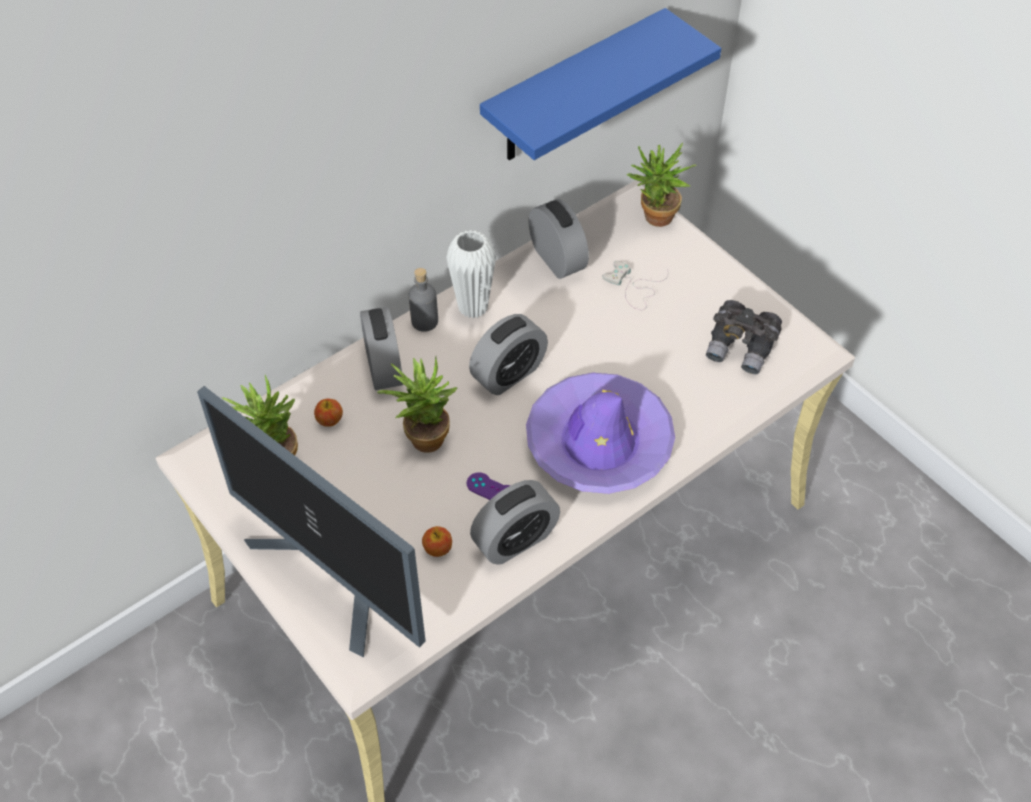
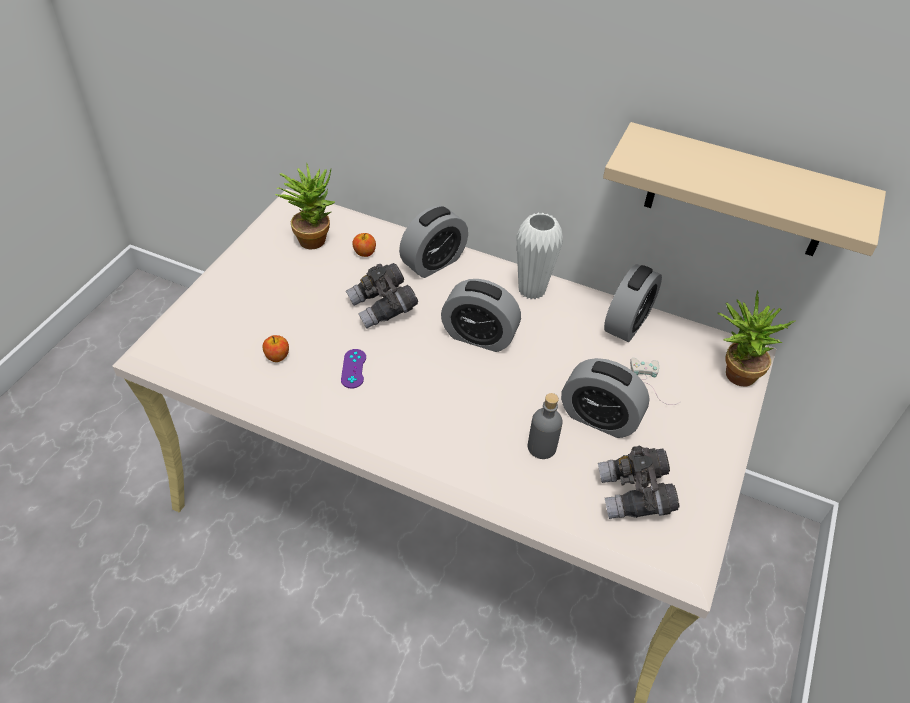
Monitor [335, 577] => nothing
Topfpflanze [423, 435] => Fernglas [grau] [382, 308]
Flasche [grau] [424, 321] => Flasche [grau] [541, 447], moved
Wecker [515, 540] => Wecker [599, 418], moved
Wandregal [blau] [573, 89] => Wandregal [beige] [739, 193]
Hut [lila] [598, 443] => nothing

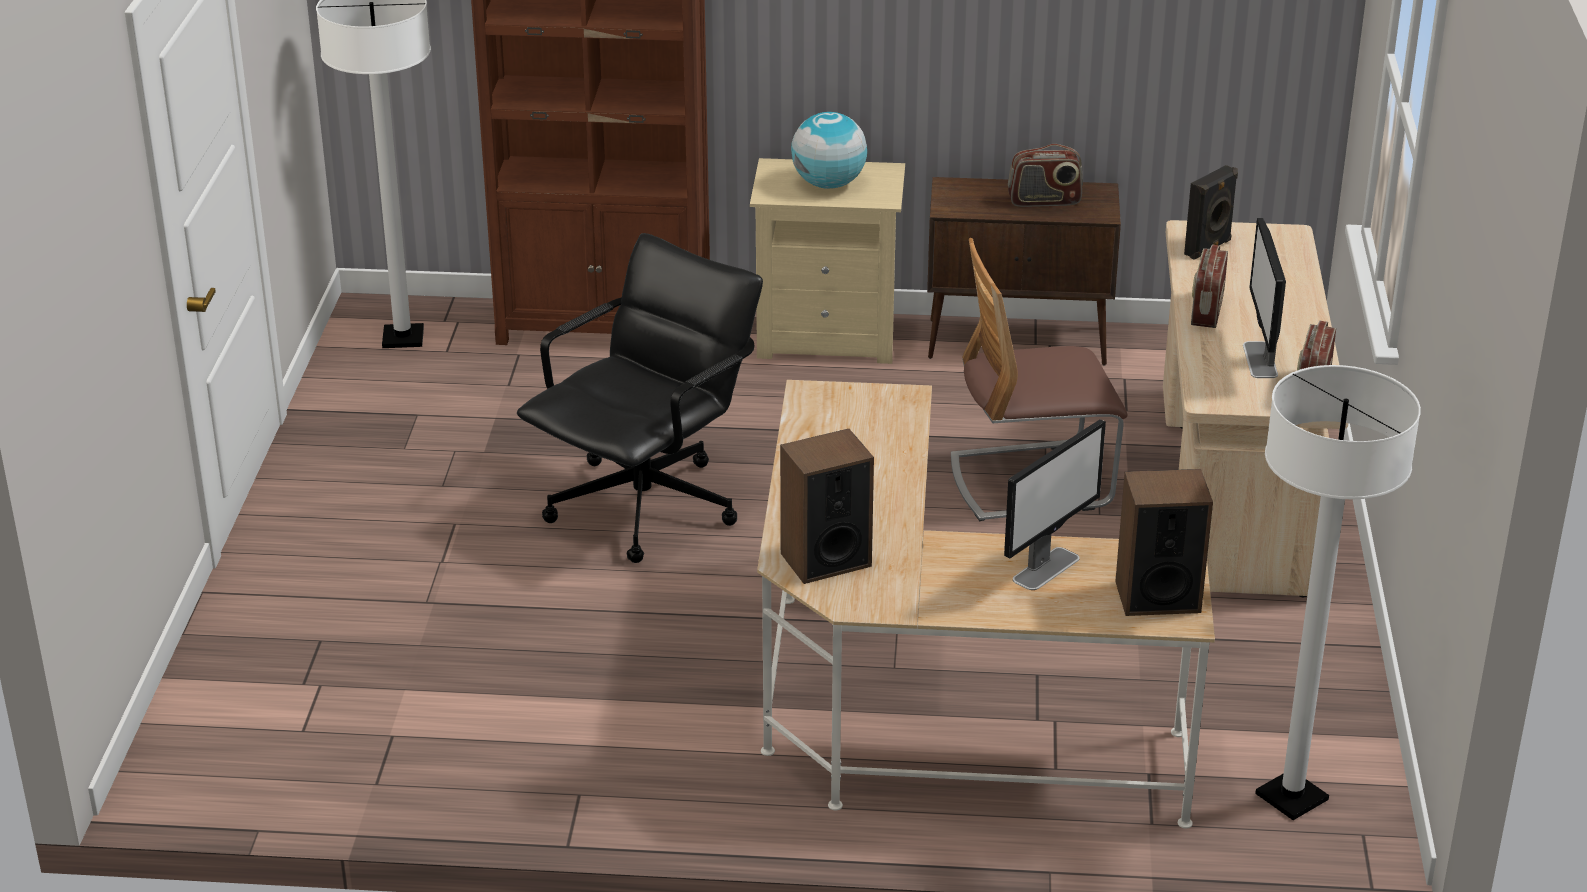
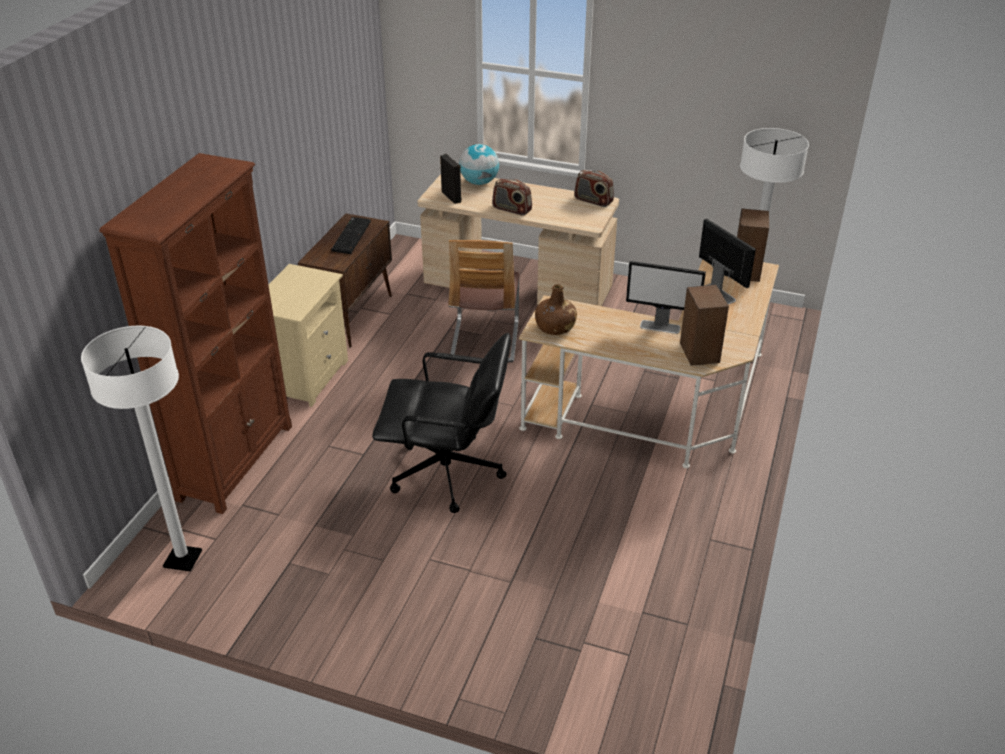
Bürostuhl [schwarz] [646, 506] => Bürostuhl [schwarz] [447, 474], 135 degrees clockwise
Globus [829, 184] => Globus [479, 182], moved
Radio [1044, 201] => Tastatur [350, 236]
Monitor [1260, 360] => Monitor [660, 327], moved
nothing => Flasche [braun] [555, 327]

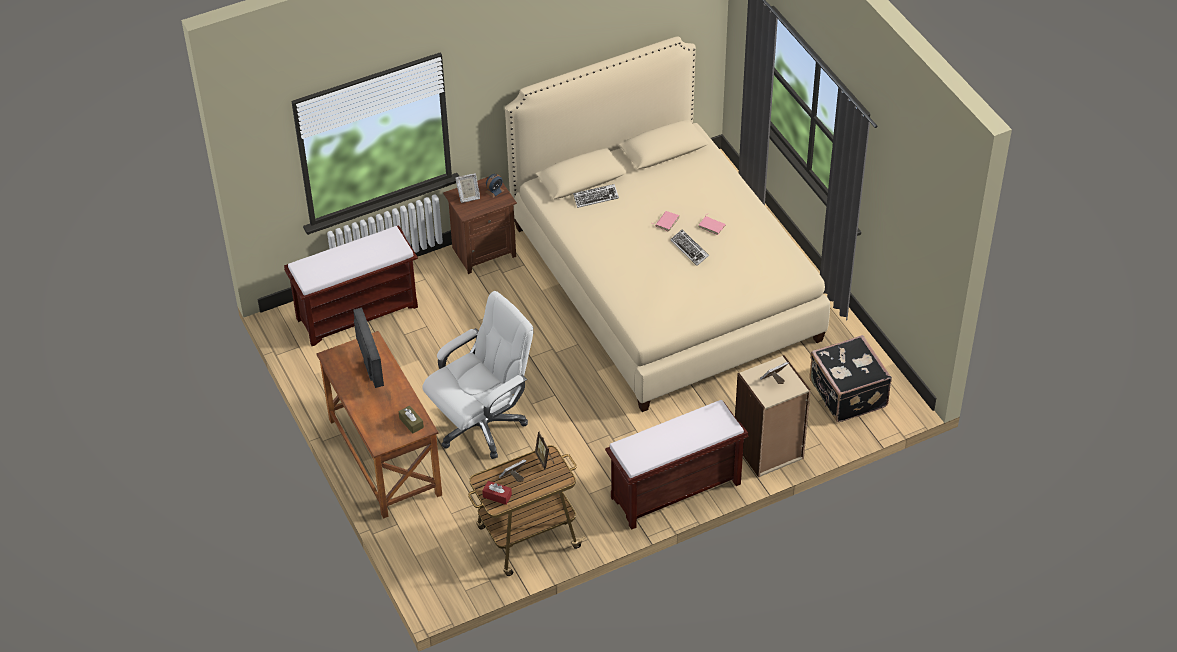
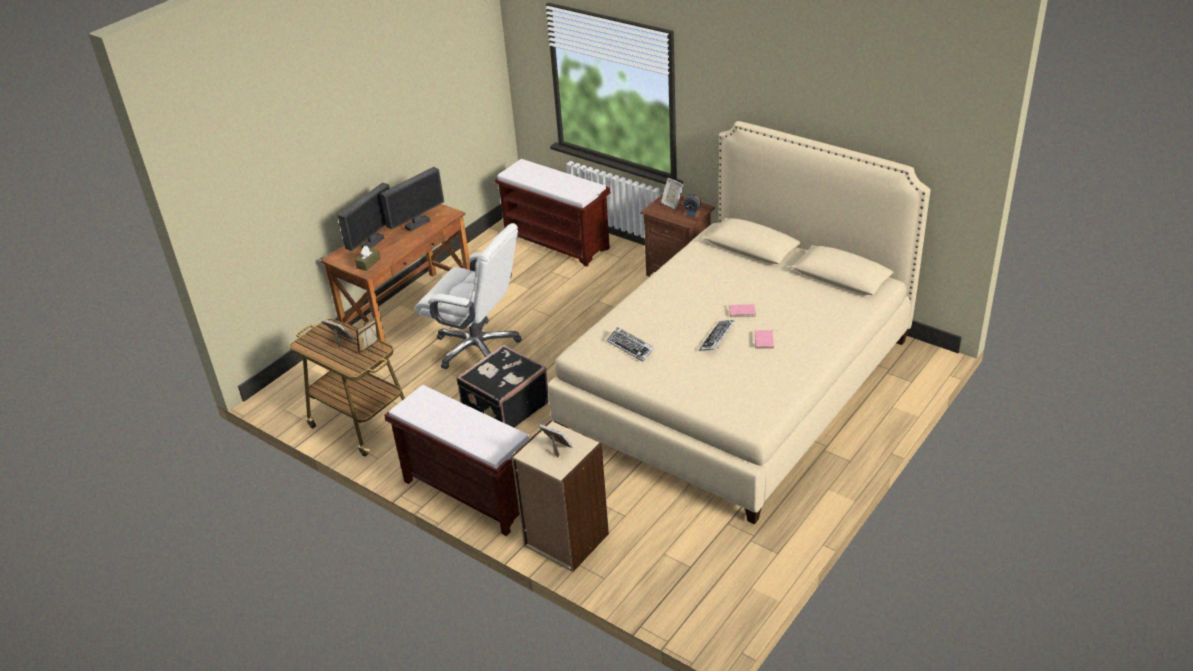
Taschentuchbox [rot] [497, 496] => nothing
Tastatur [595, 198] => Tastatur [630, 347], moved
Koffer [schwarz] [846, 394] => Koffer [schwarz] [504, 408], moved
nothing => Monitor [372, 243]

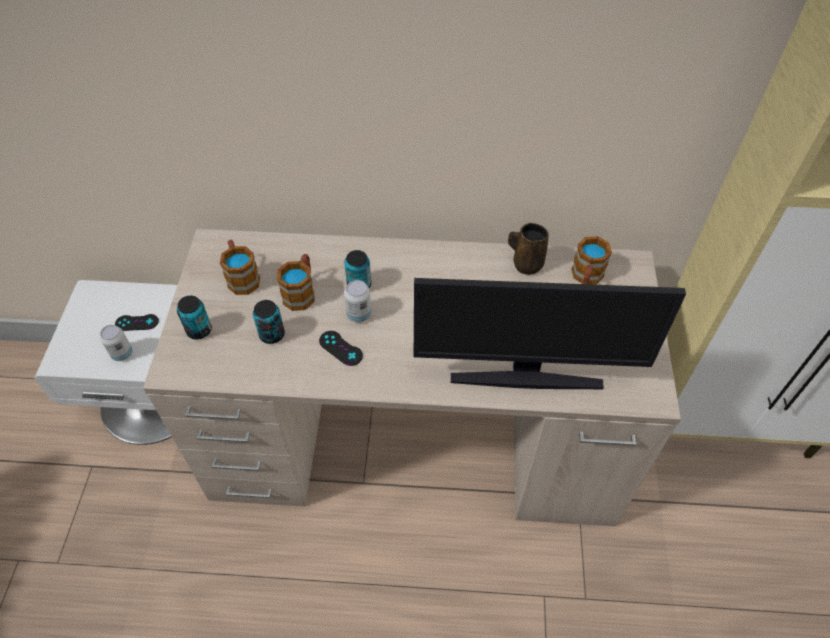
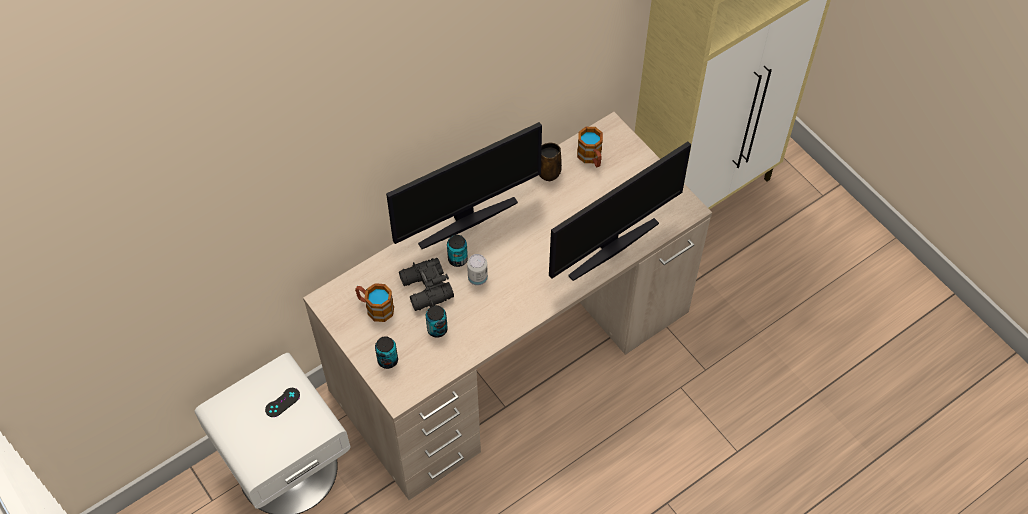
Dose [122, 353] => nothing
Henkelbecher [301, 292] => Fernglas [schwarz] [425, 290]
Gamepad [schwarz] [340, 348] => nothing
nothing => Monitor [466, 220]

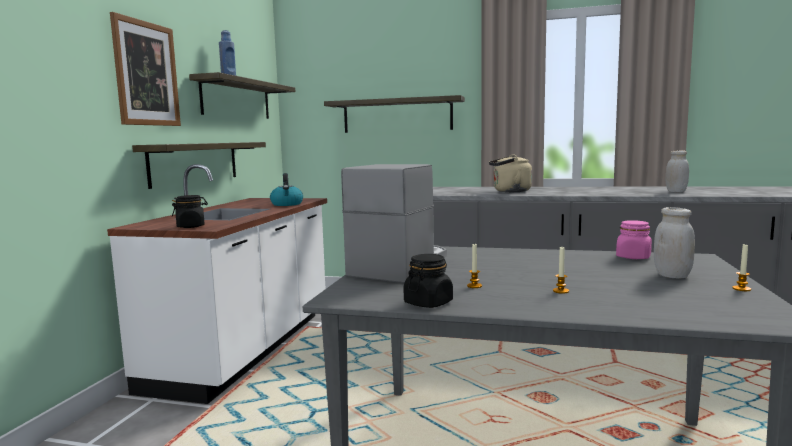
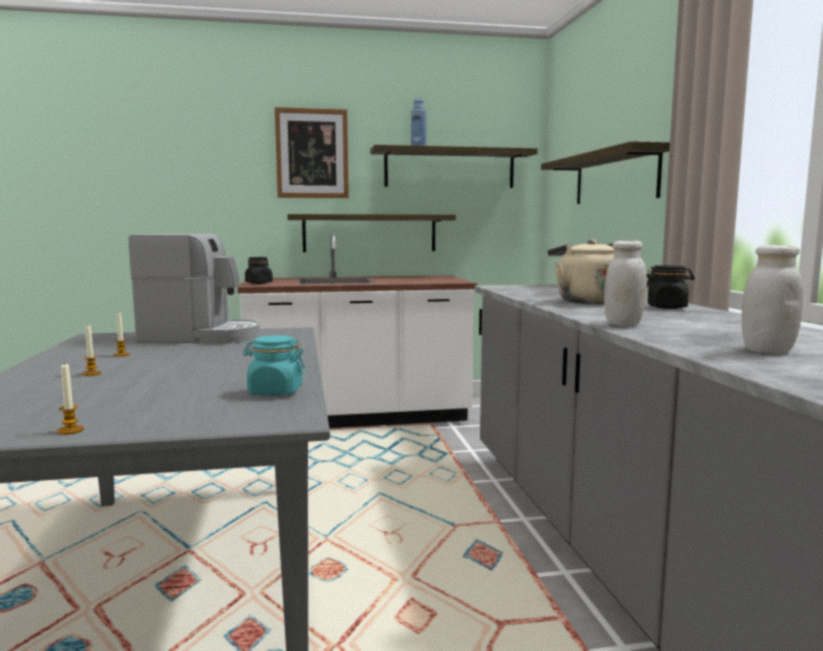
Wasserkessel [287, 204] => nothing
Vorratsglas [schwarz] [428, 303] => Vorratsglas [schwarz] [667, 307], moved
Vorratsglas [rosa] [633, 257] => Vorratsglas [türkis] [275, 392]
Vorratsglas [weiß] [672, 276] => Vorratsglas [weiß] [623, 324], moved

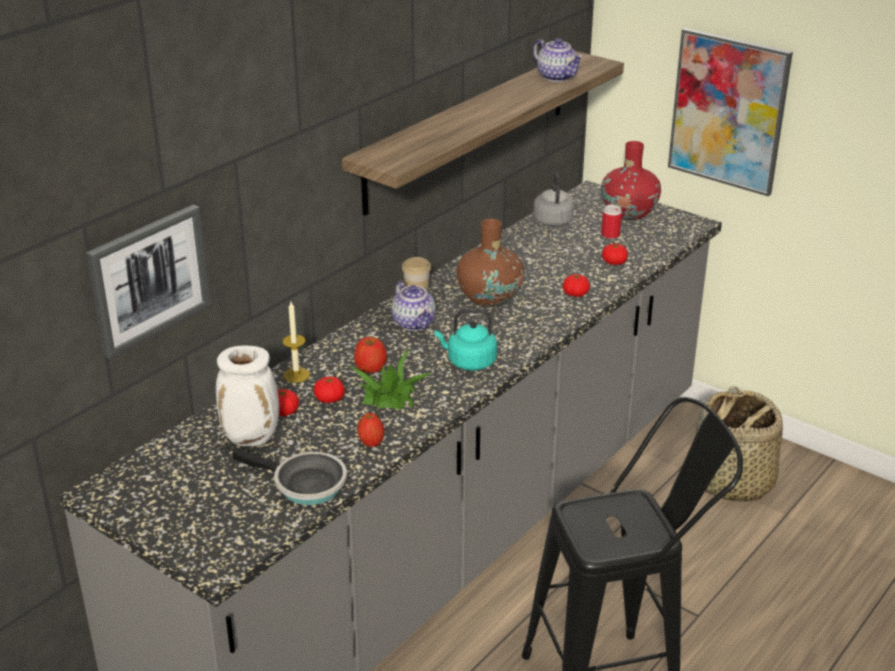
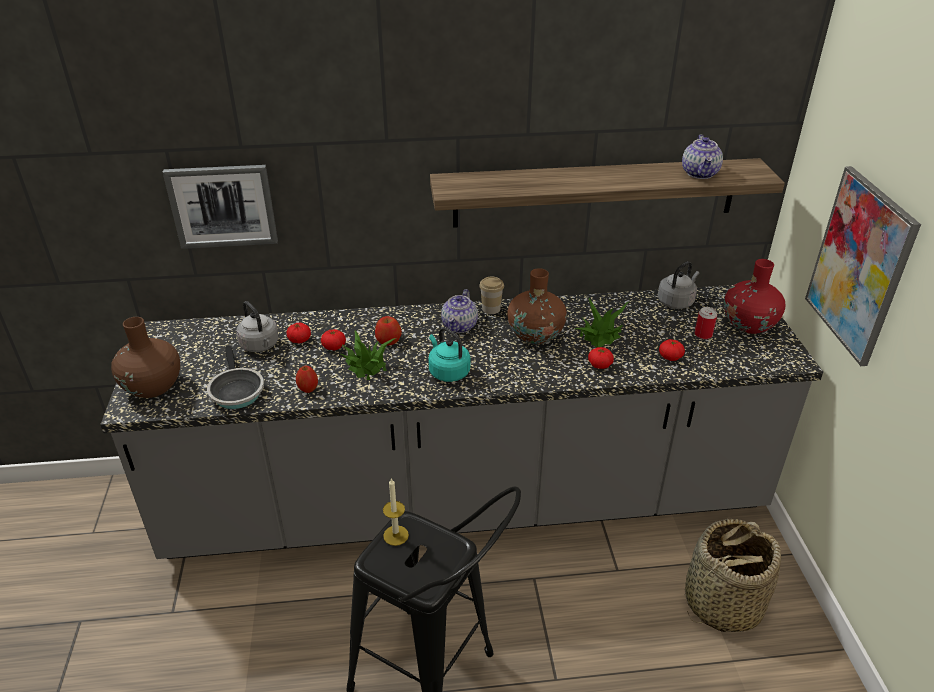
Vase [weiß] [252, 438] => Wasserkessel [grau] [260, 346]
Kerze [296, 375] => Kerze [396, 535], moved
nothing => Vase [braun] [153, 387]
nothing => Topfpflanze [601, 335]

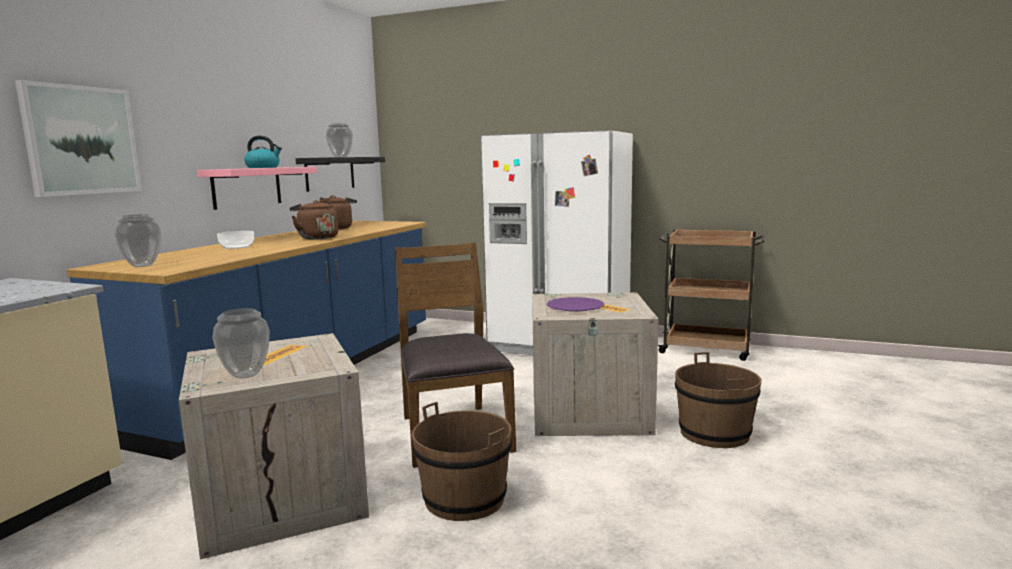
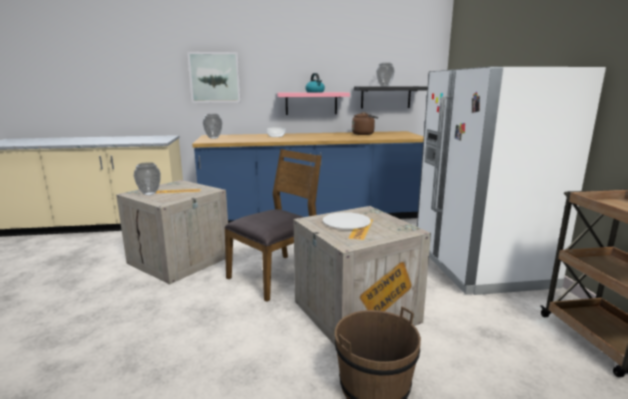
Wasserkessel [braun] [316, 238] => nothing
Eimer [braun] [464, 499] => nothing
Teller [lila] [575, 306] => Teller [weiß] [346, 222]

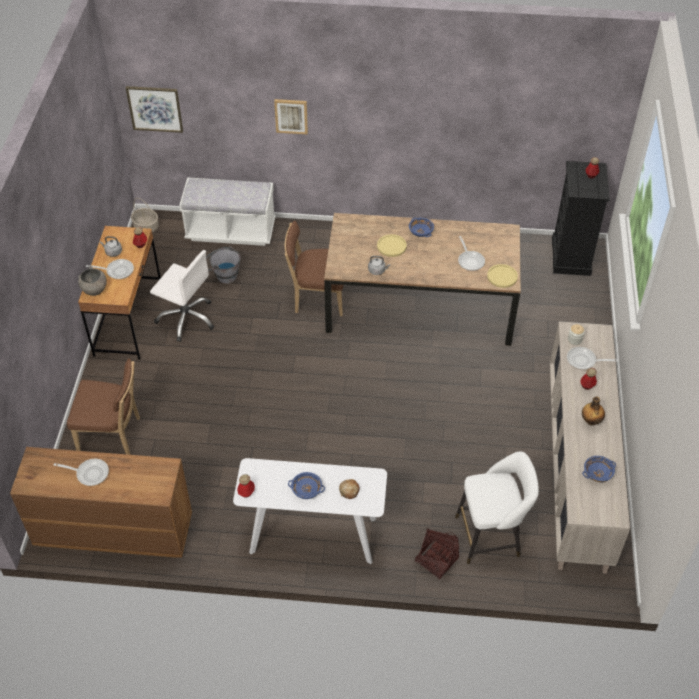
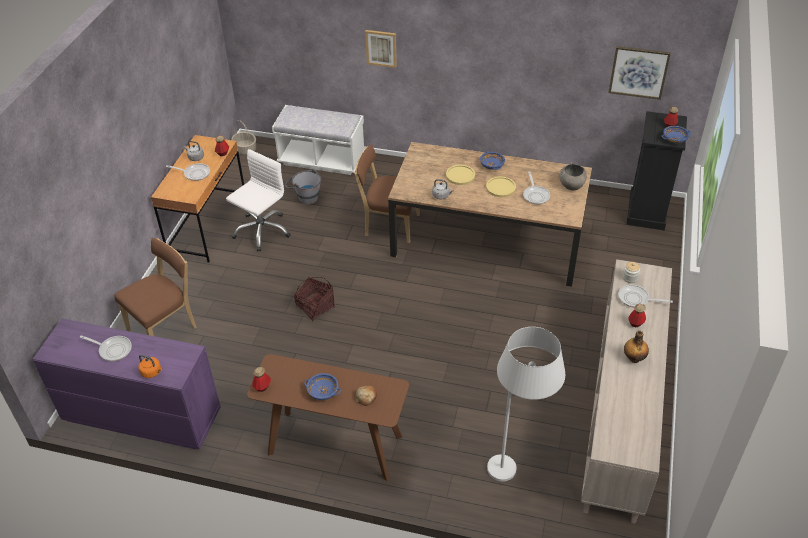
Kommode [braun] [112, 530] => Kommode [lila] [141, 415]
Stuhl [braun] [113, 435] => Stuhl [braun] [165, 327], 60 degrees counterclockwise
Schüssel [grau] [94, 290] => Schüssel [grau] [571, 186], moved
Bild [155, 108] => Bild [638, 72], moved
Bürostuhl [weiß] [186, 318] => Bürostuhl [weiß] [262, 231], 90 degrees counterclockwise
Konsolentisch [weiß] [313, 536] => Konsolentisch [braun] [334, 445]
Korb [436, 560] => Korb [315, 307], moved
Hocker [weiß] [491, 536] => Stehlampe [weiß] [518, 468]
Teller [gelb] [502, 276] => Teller [gelb] [500, 187], moved
Schüssel [blau] [597, 473] => Schüssel [blau] [674, 139], moved
nothing => Wasserkessel [orange] [152, 372]

